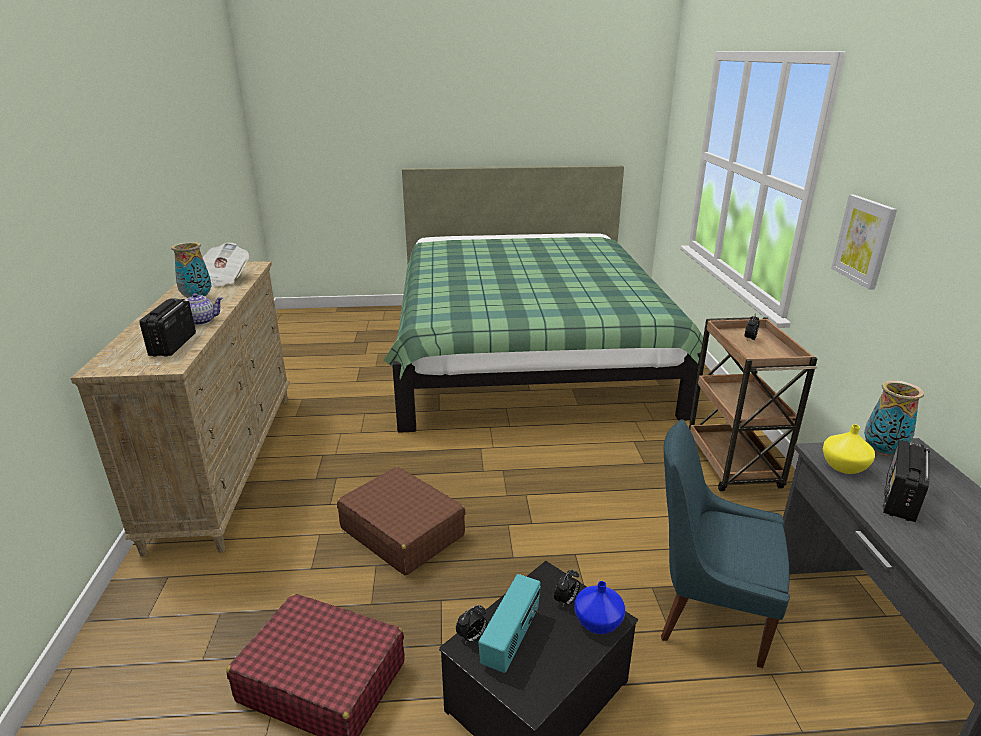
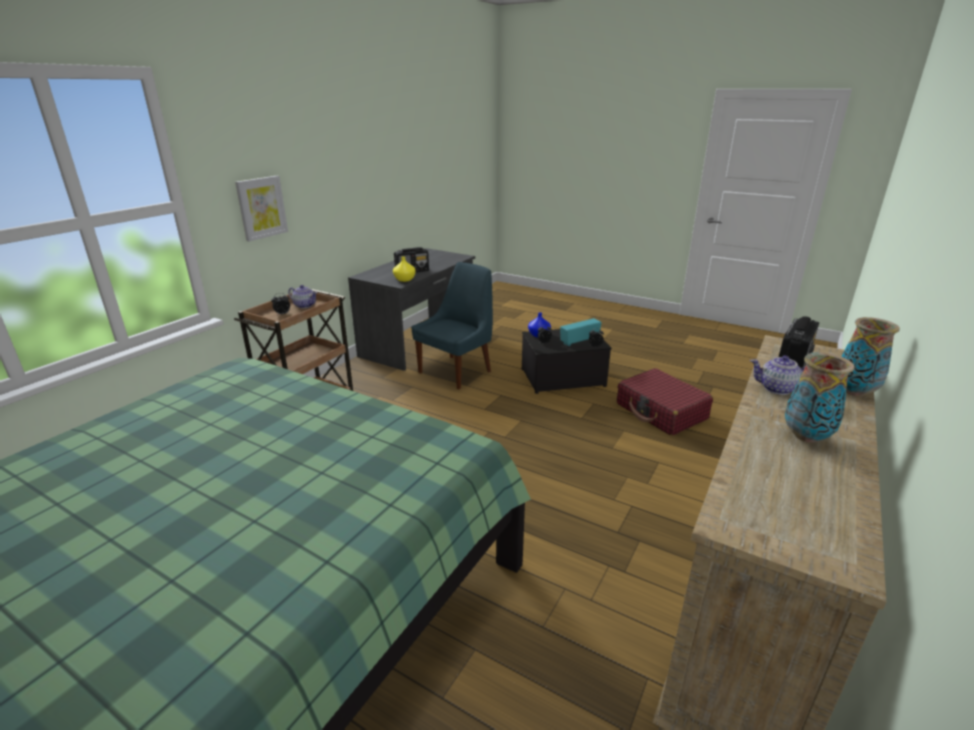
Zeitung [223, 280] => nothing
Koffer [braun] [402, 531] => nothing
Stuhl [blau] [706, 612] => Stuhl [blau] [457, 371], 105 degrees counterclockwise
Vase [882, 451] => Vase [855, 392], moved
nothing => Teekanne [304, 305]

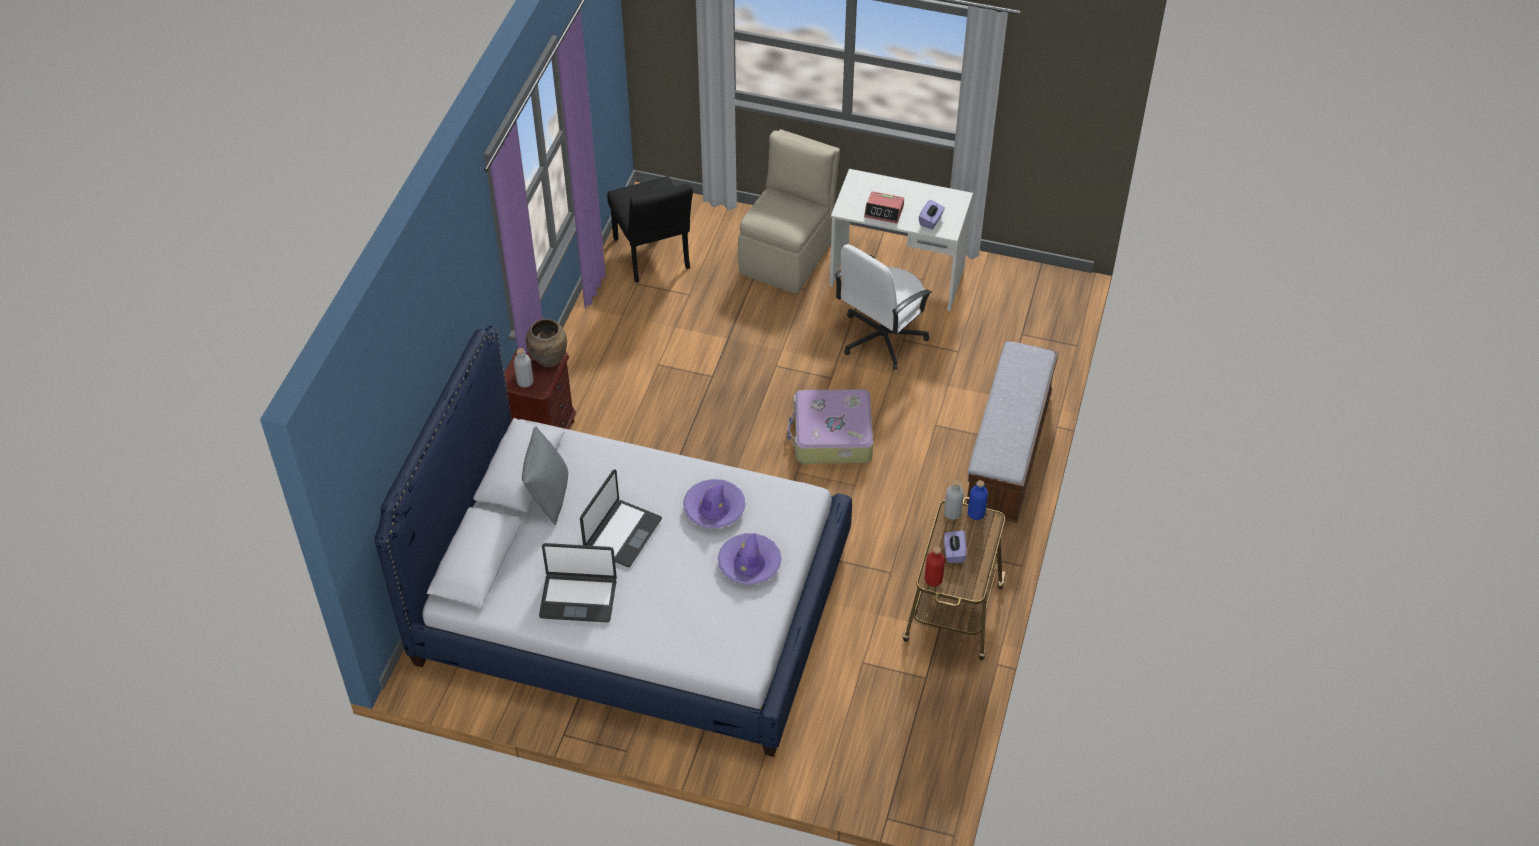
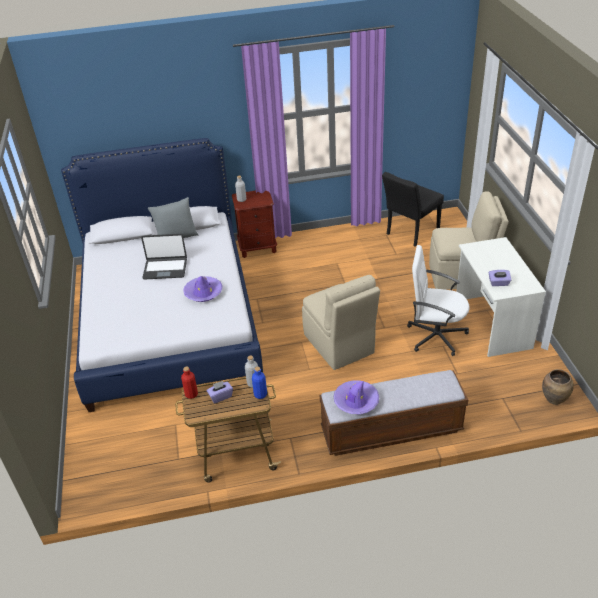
Vase [braun] [549, 360] => Vase [braun] [554, 399], moved
Laptop [578, 597] => nothing
Hut [lila] [749, 564] => Hut [lila] [356, 401], moved
Koffer [831, 436] => Stuhl [beige] [339, 345]
Wecker [884, 211] => nothing

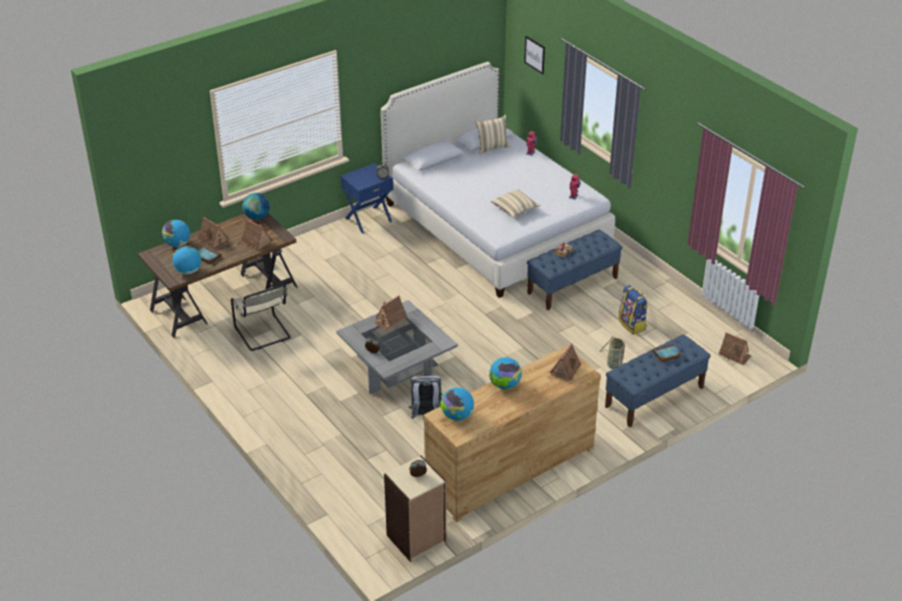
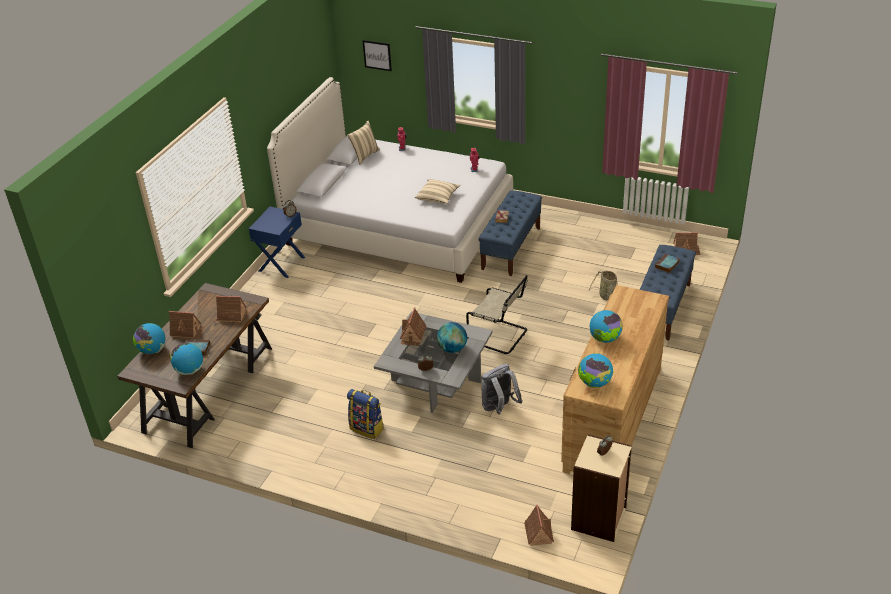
Stuhl [beige] [263, 334] => Stuhl [beige] [500, 336], moved
Globus [257, 217] => Globus [452, 349], moved
Spielzeughaus [565, 369] => Spielzeughaus [538, 532], moved
Rucksack [632, 325] => Rucksack [367, 428], moved

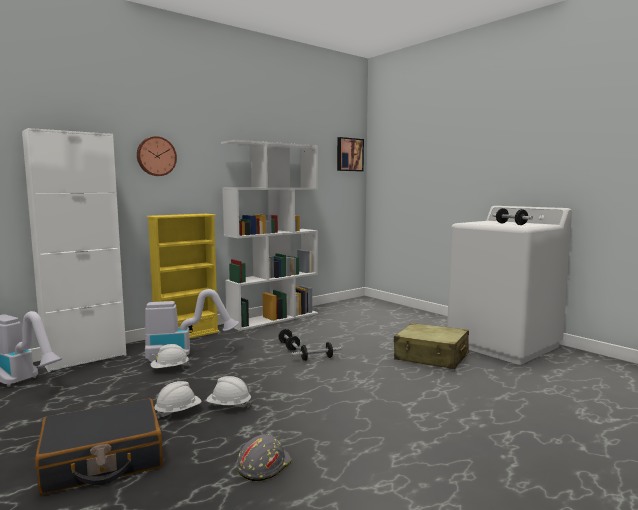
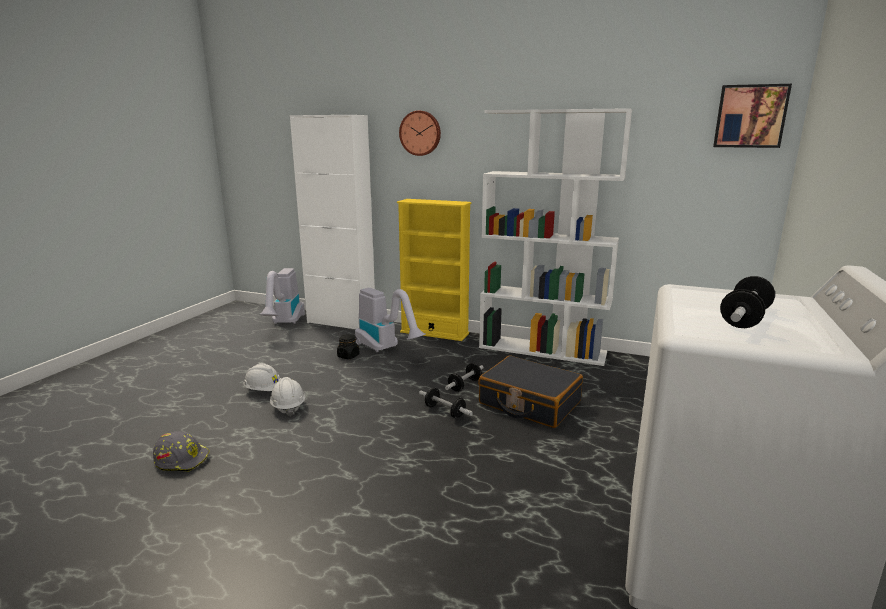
Koffer [schwarz] [103, 460] => Koffer [schwarz] [529, 403], moved
Schutzhelm [weiß] [170, 369] => Vorratsglas [schwarz] [348, 356]
Koffer [beige] [431, 357] => nothing

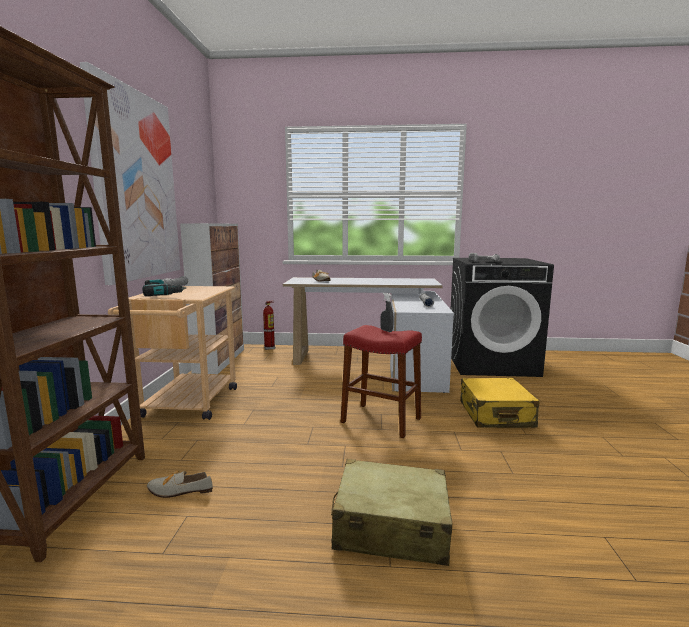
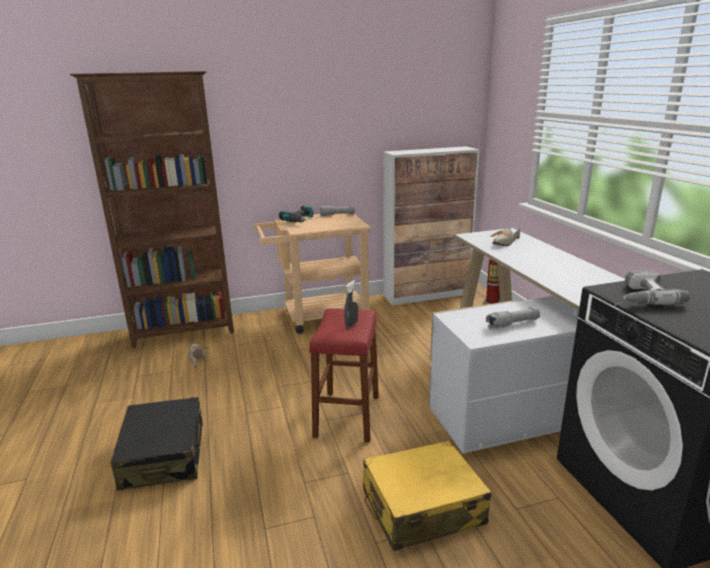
Bild [136, 186] => nothing
Koffer [beige] [390, 527] => Koffer [schwarz] [164, 455]

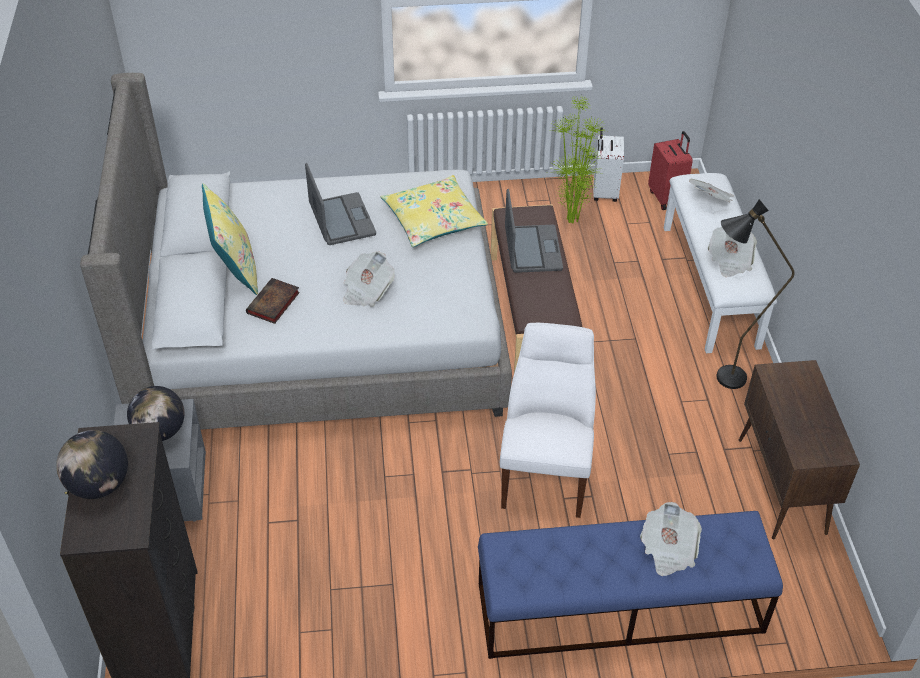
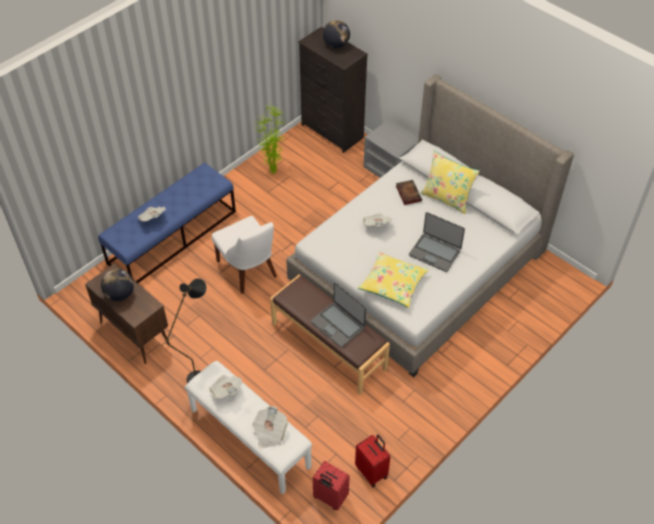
Globus [160, 431] => Globus [120, 294], moved
Topfpflanze [571, 219] => Topfpflanze [274, 172], moved
Koffer [weiß] [604, 192] => Koffer [rot] [372, 472]

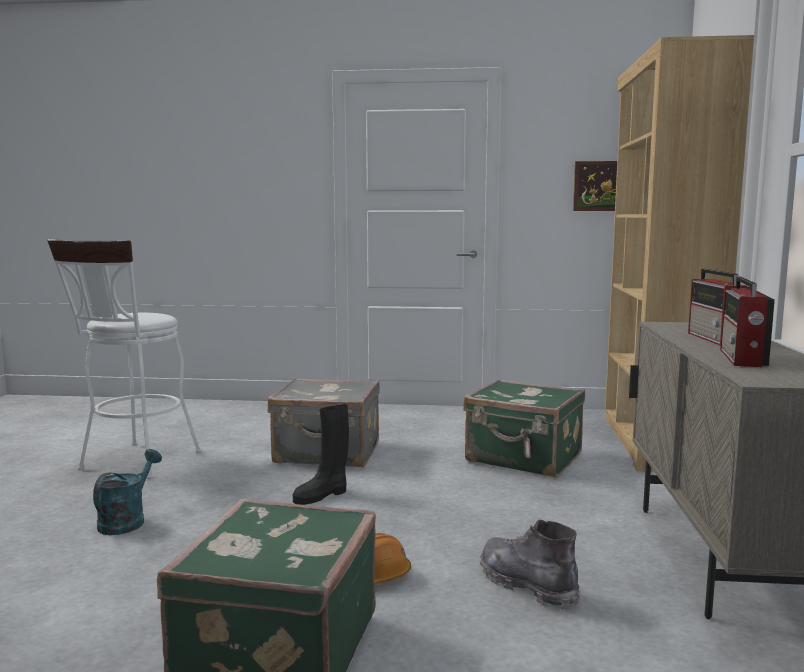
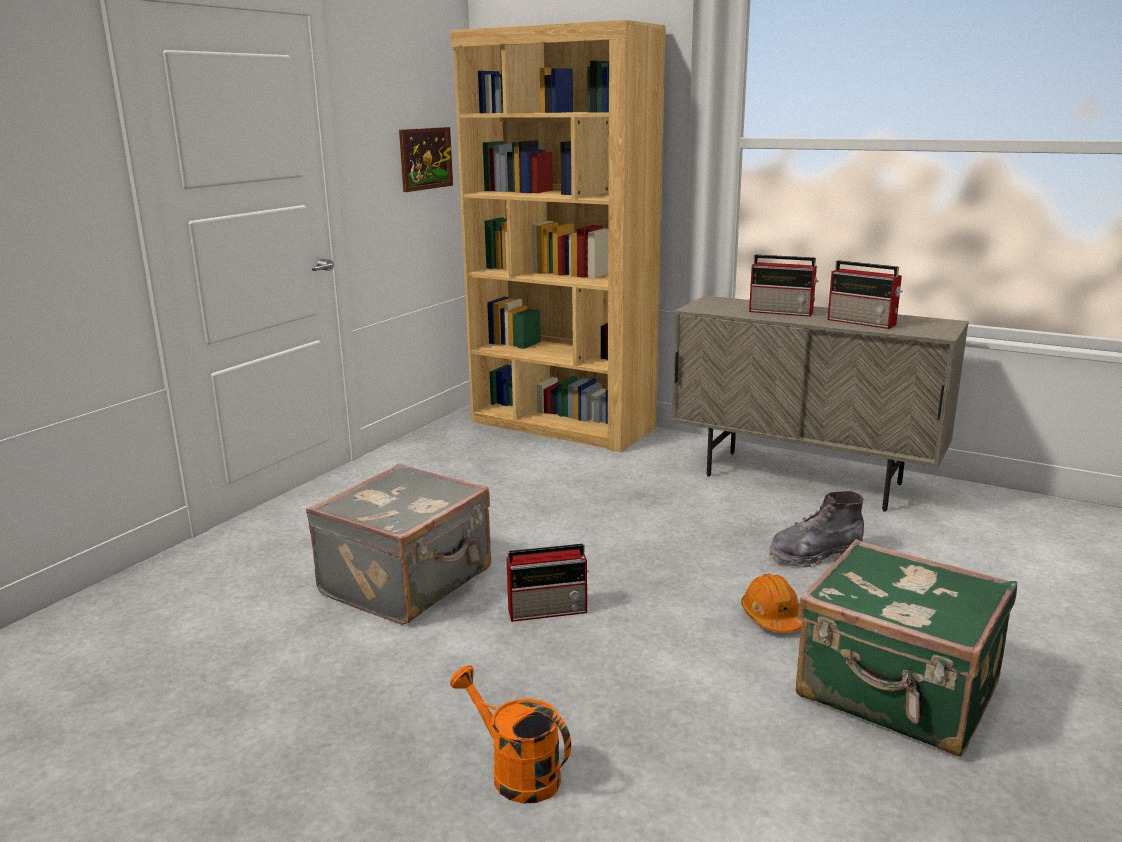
Hocker [weiß] [135, 463] => nothing
Gießkanne [türkis] [126, 521] => Gießkanne [orange] [515, 772]
Stiefel [schwarz] [322, 495] => Radio [549, 610]
Koffer [grün] [524, 459] => nothing

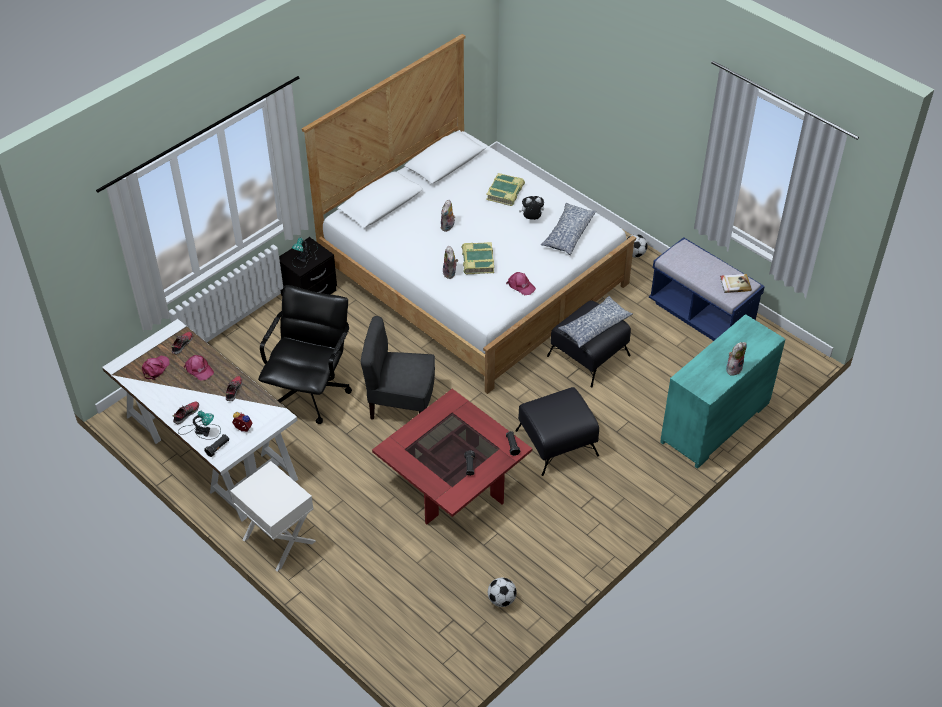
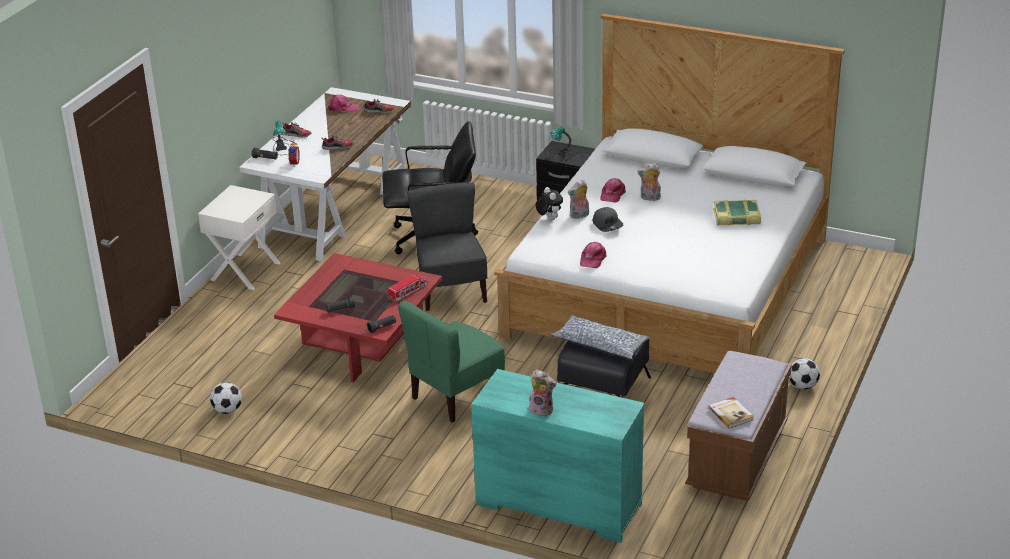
Kappe [rosa] [199, 369] => Kappe [rosa] [612, 194], moved
Buch [477, 261] => Kappe [grau] [608, 224]
Polsterhocker [schwarz] [556, 443] => Stuhl [grün] [456, 396]
Plüschtier [531, 219] => Plüschtier [549, 218], moved
Kissen [567, 234] => nothing
Bank [blau] [701, 314] => Bank [braun] [737, 458]
nothing => Spielzeuglaster [408, 291]

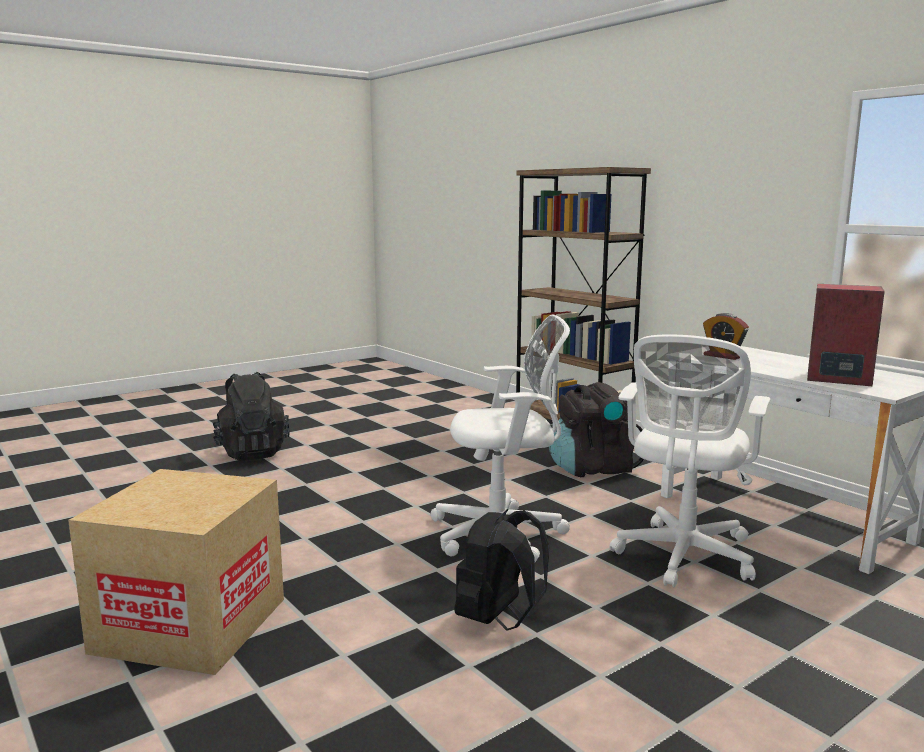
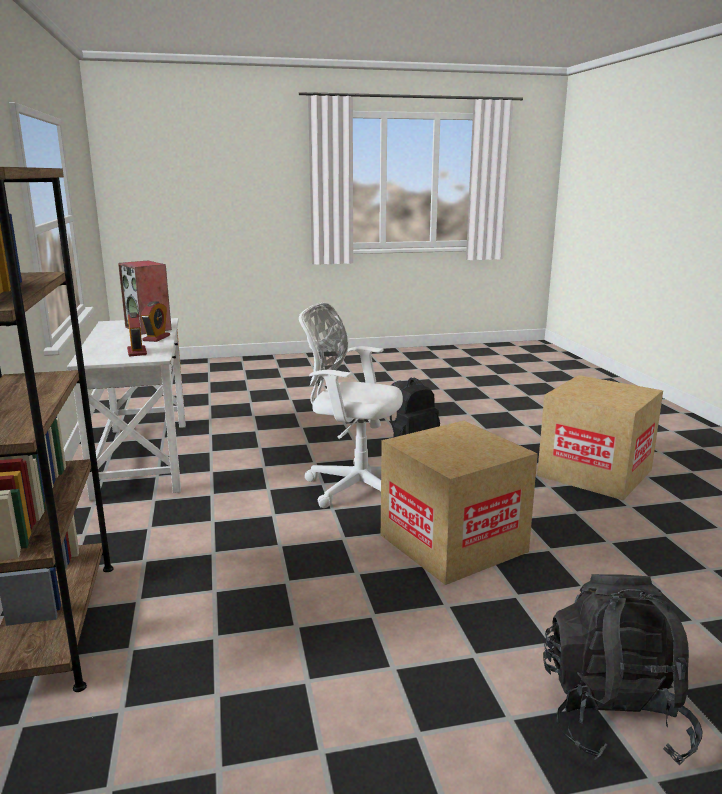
Rucksack [schwarz] [592, 468] => nothing
Bürostuhl [weiß] [683, 557] => nothing
nothing => Wecker [156, 338]
nothing => Karton [453, 543]

